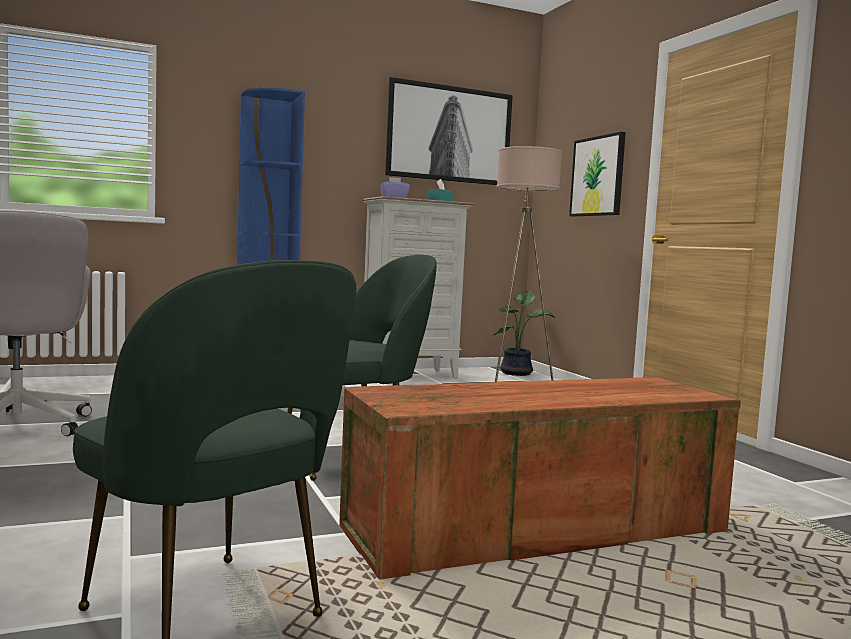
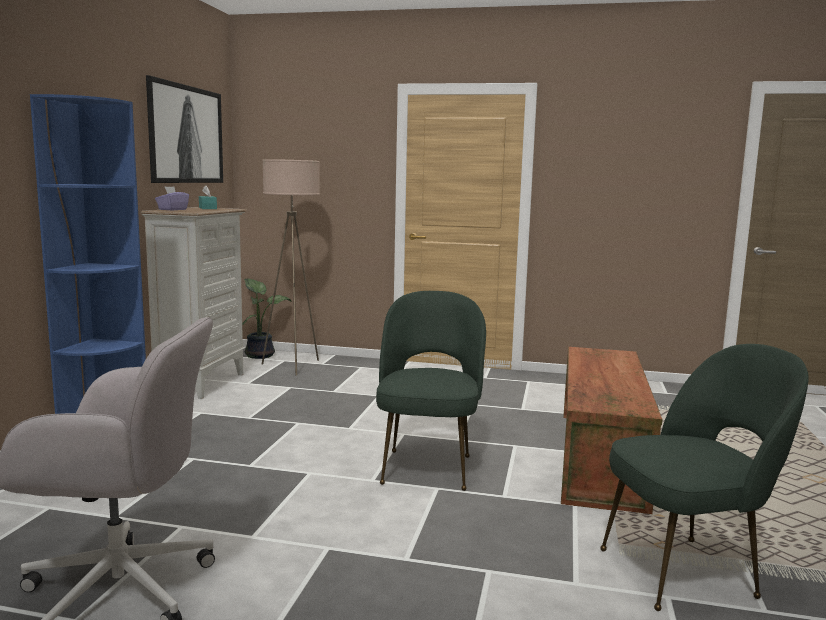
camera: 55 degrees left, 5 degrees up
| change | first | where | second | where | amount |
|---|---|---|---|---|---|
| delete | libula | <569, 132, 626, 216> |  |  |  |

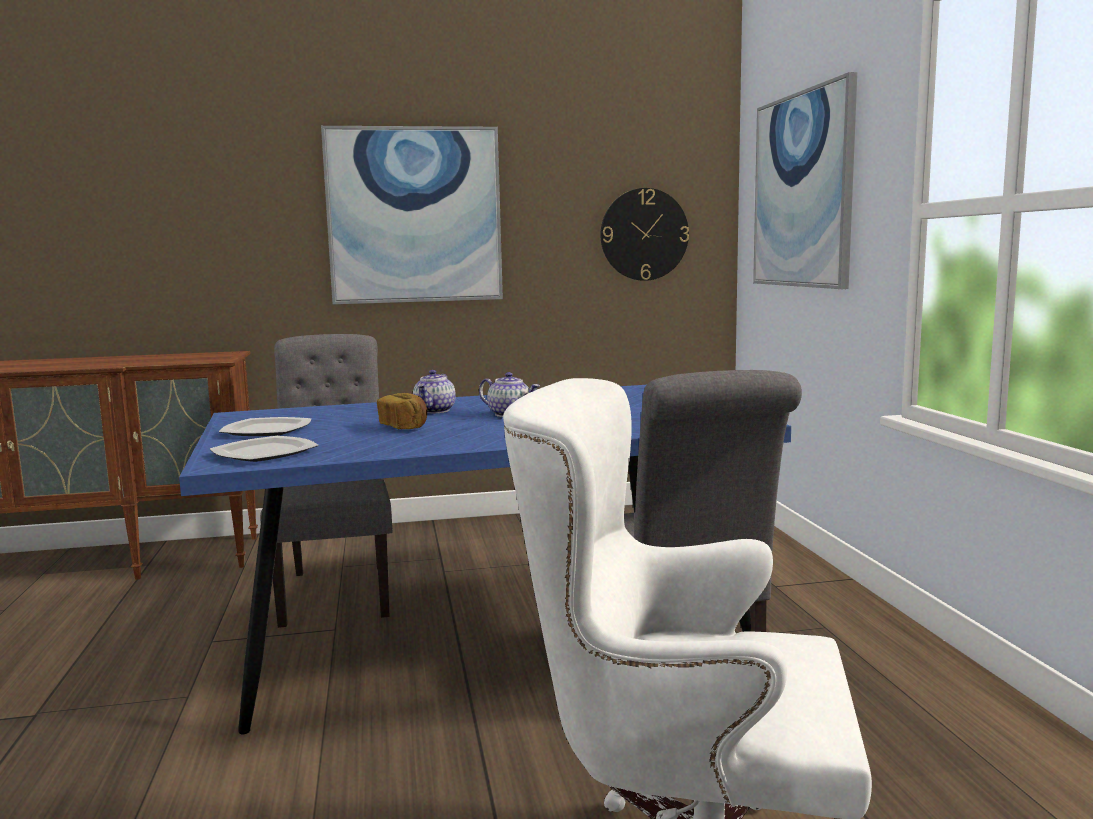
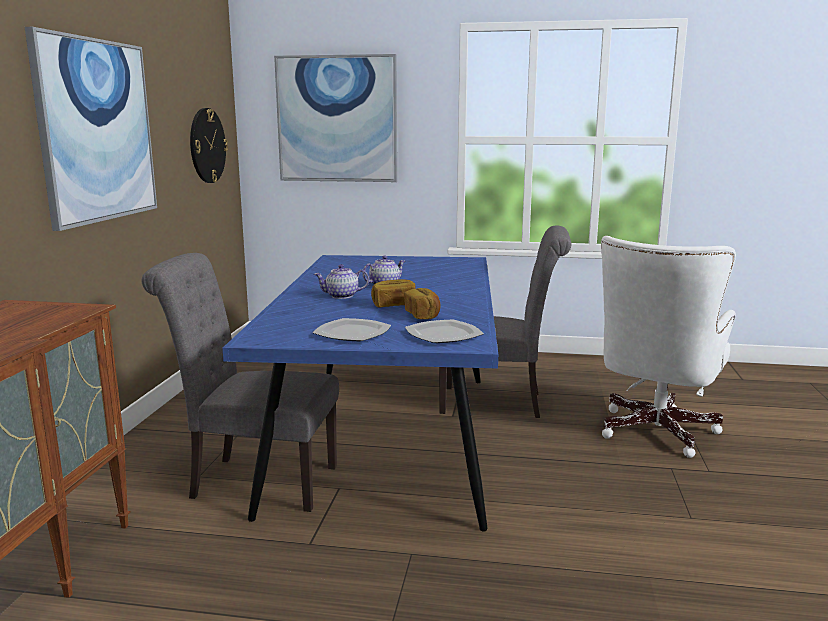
camera: 70 degrees left, 5 degrees up
| change | first | where | second | where | amount |
|---|---|---|---|---|---|
| rotate | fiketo | <413, 370, 456, 413> |  | <314, 264, 369, 299> | 135 degrees clockwise |
| insert |  |  | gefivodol | <404, 288, 440, 319> |  |

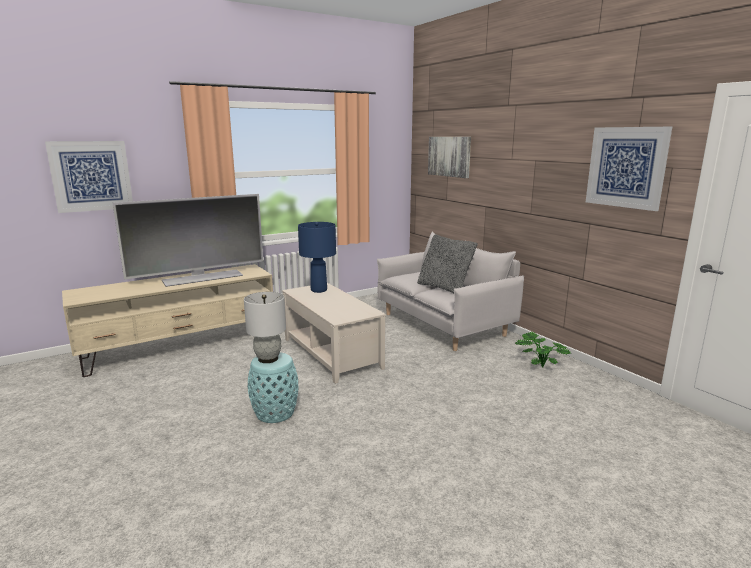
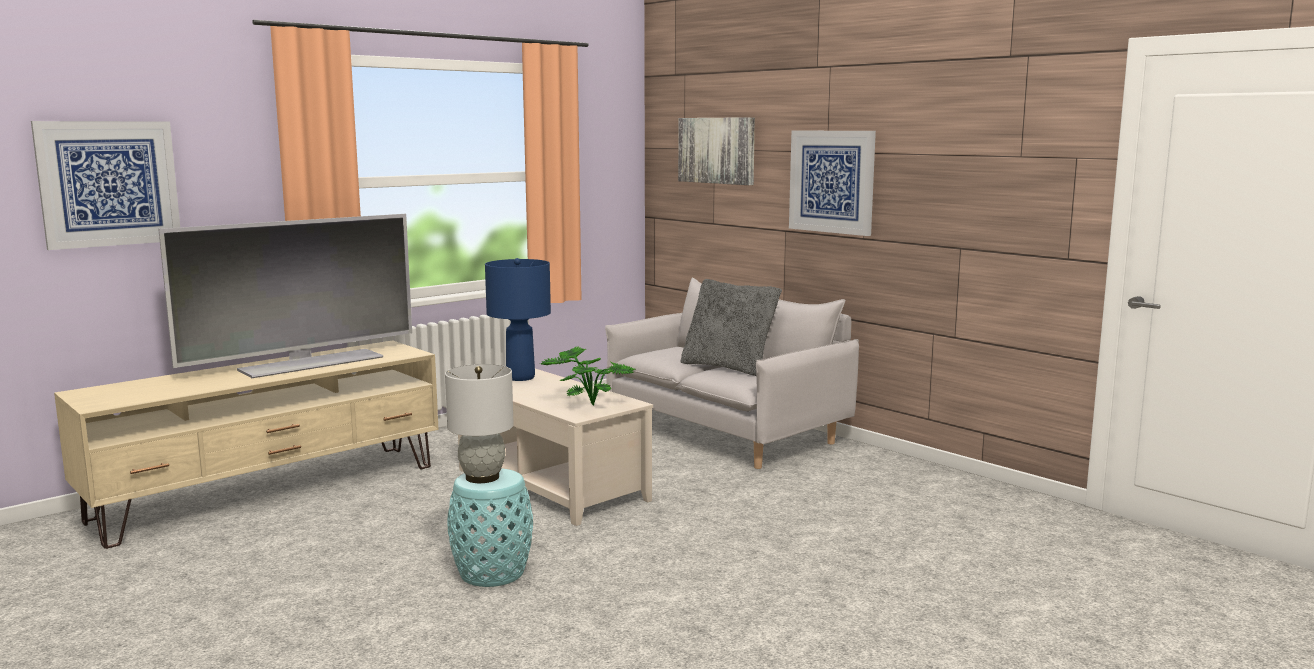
camera: 10 degrees left, 5 degrees down
| change | first | where | second | where | amount |
|---|---|---|---|---|---|
| move | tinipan | <515, 332, 571, 367> |  | <540, 346, 636, 406> |  |
| move | libula | <586, 127, 672, 211> |  | <789, 131, 876, 236> |  |

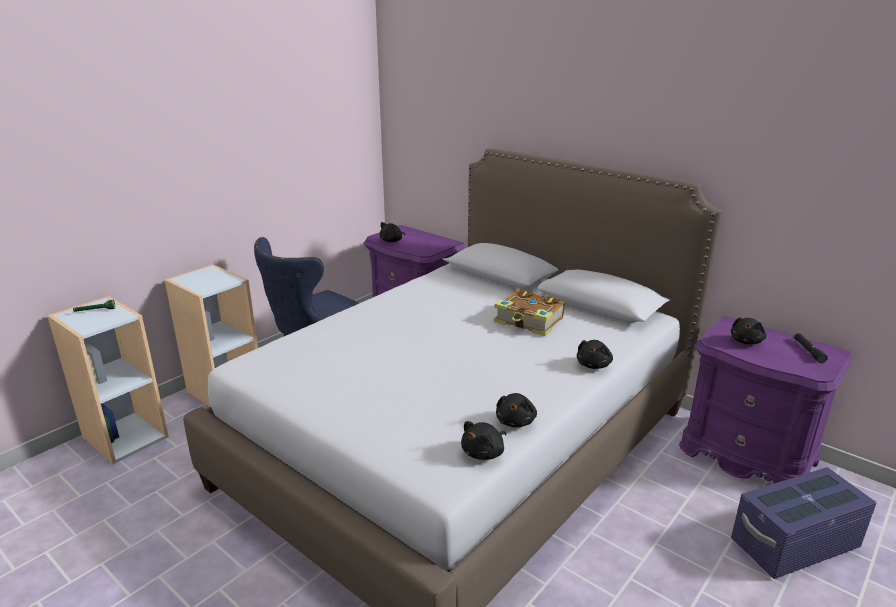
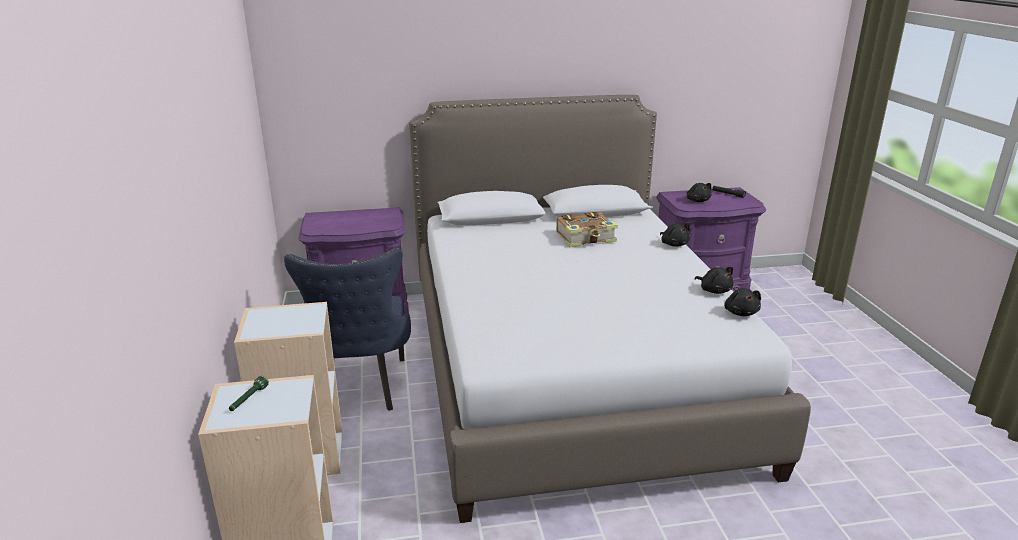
camera: 50 degrees left, 0 degrees up
| change | first | where | second | where | amount |
|---|---|---|---|---|---|
| delete | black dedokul | <380, 222, 405, 242> |  |  |  |
| delete | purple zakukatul | <731, 467, 876, 579> |  |  |  |

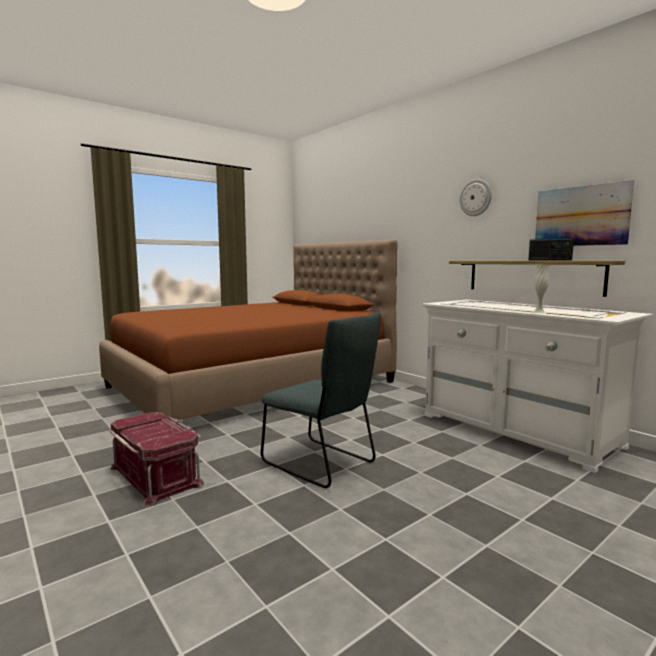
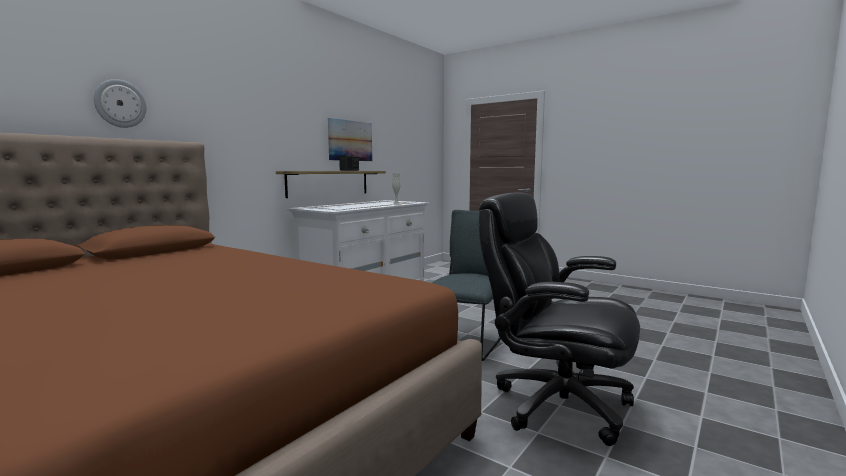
camera: 105 degrees left, 0 degrees up
| change | first | where | second | where | amount |
|---|---|---|---|---|---|
| replace | red zakukatul | <110, 412, 204, 506> | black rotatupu | <479, 193, 640, 446> |  |
| move | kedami | <460, 179, 492, 216> |  | <94, 79, 147, 128> |  |

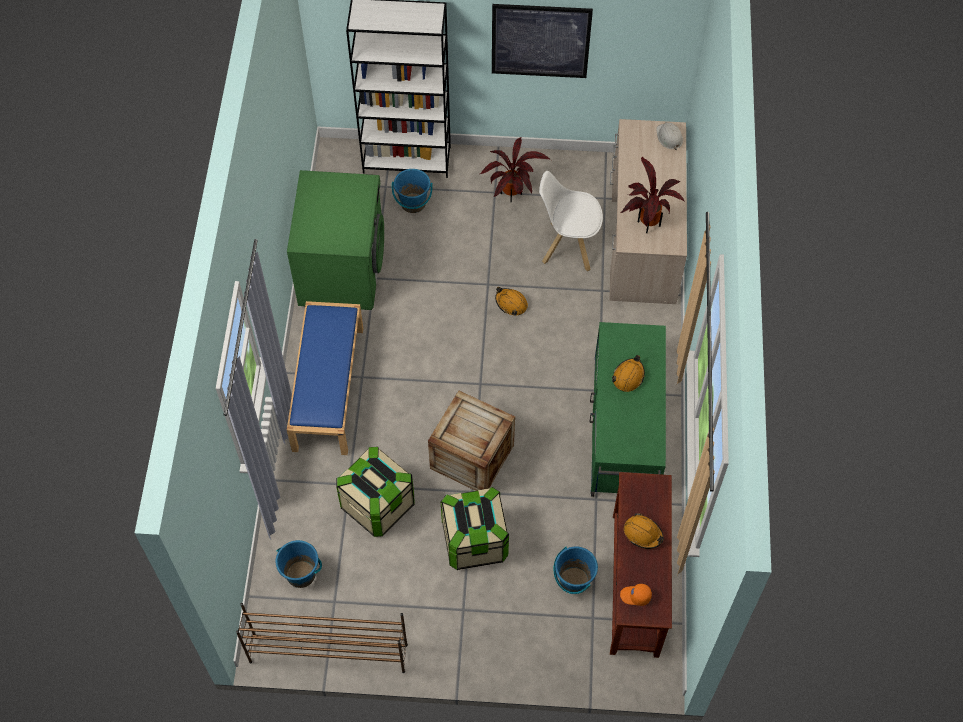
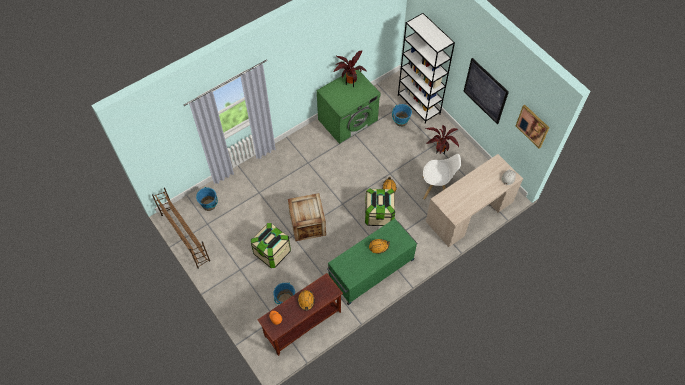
camera: 50 degrees right, 0 degrees up
| change | first | where | second | where | amount |
|---|---|---|---|---|---|
| delete | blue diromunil | <287, 301, 363, 455> |  |  |  |
| move | zakukatul | <336, 447, 415, 537> |  | <365, 188, 395, 226> |  |
| rotate | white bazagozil | <539, 171, 603, 271> |  | <422, 154, 461, 200> | 120 degrees clockwise |
| move | tinipan | <620, 157, 685, 233> |  | <333, 50, 367, 87> |  |
| insert |  |  | libula | <516, 105, 549, 148> |  |

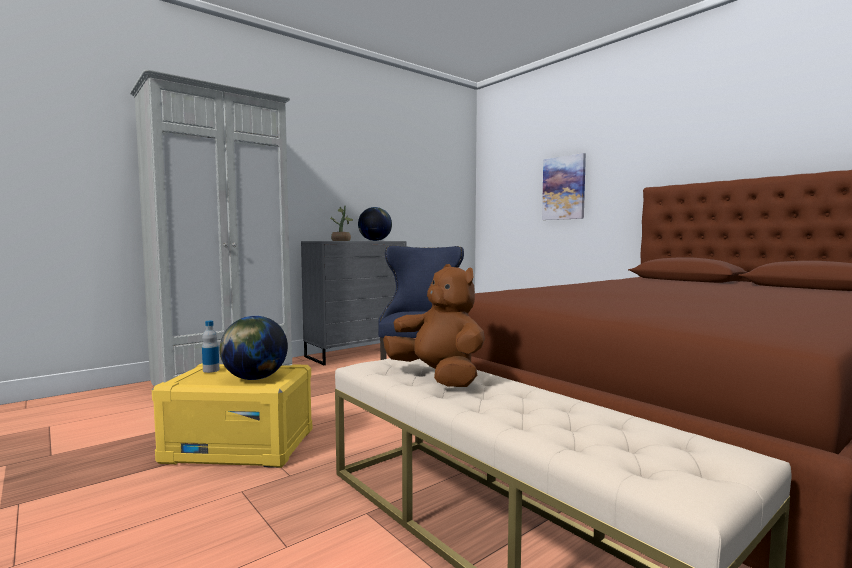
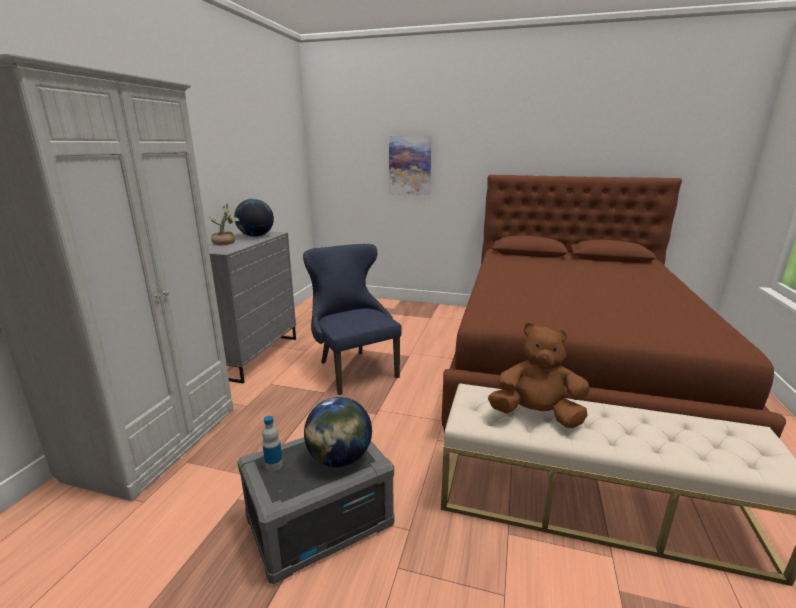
camera: 35 degrees left, 15 degrees up
| change | first | where | second | where | amount |
|---|---|---|---|---|---|
| recolor | yellow zakukatul | <152, 363, 312, 468> | grey zakukatul | <237, 437, 395, 584> |  |

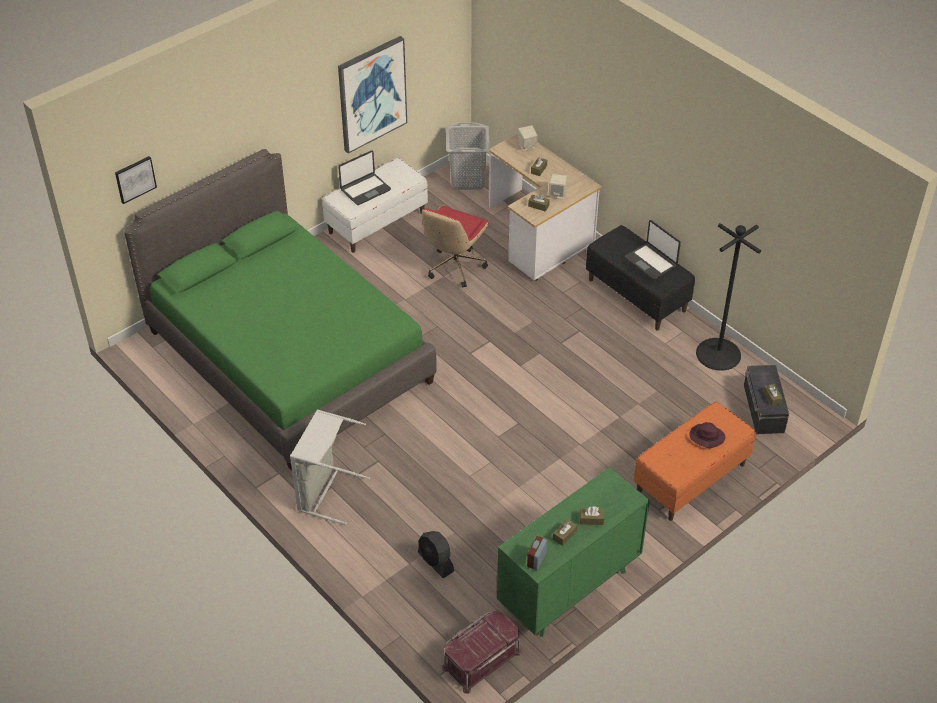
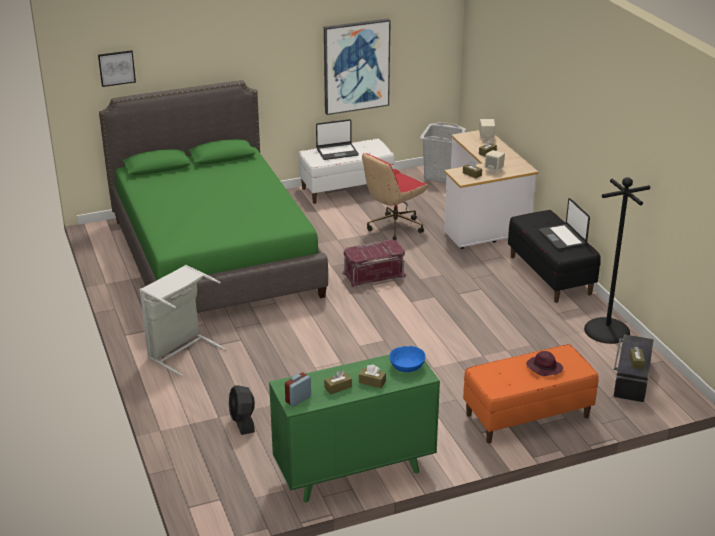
camera: 20 degrees right, 15 degrees down
| change | first | where | second | where | amount |
|---|---|---|---|---|---|
| move | red zakukatul | <442, 611, 522, 694> |  | <342, 240, 406, 287> |  |
| insert |  |  | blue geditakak | <389, 346, 426, 372> |  |

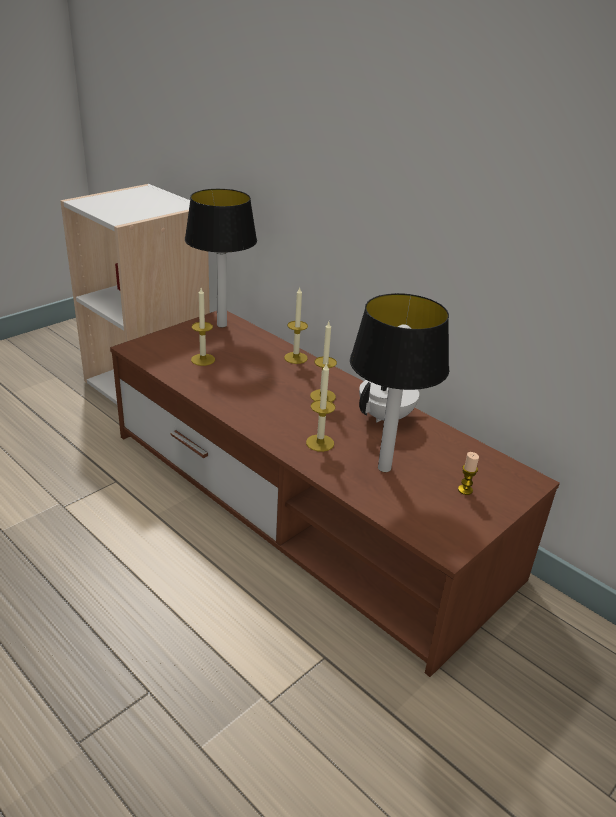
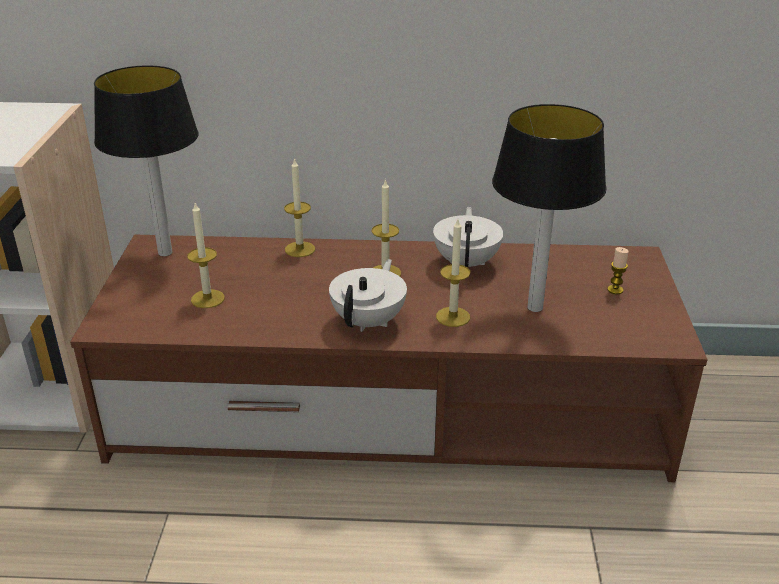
camera: 40 degrees left, 0 degrees up
| change | first | where | second | where | amount |
|---|---|---|---|---|---|
| insert |  |  | white fiketo | <329, 259, 407, 332> |  |

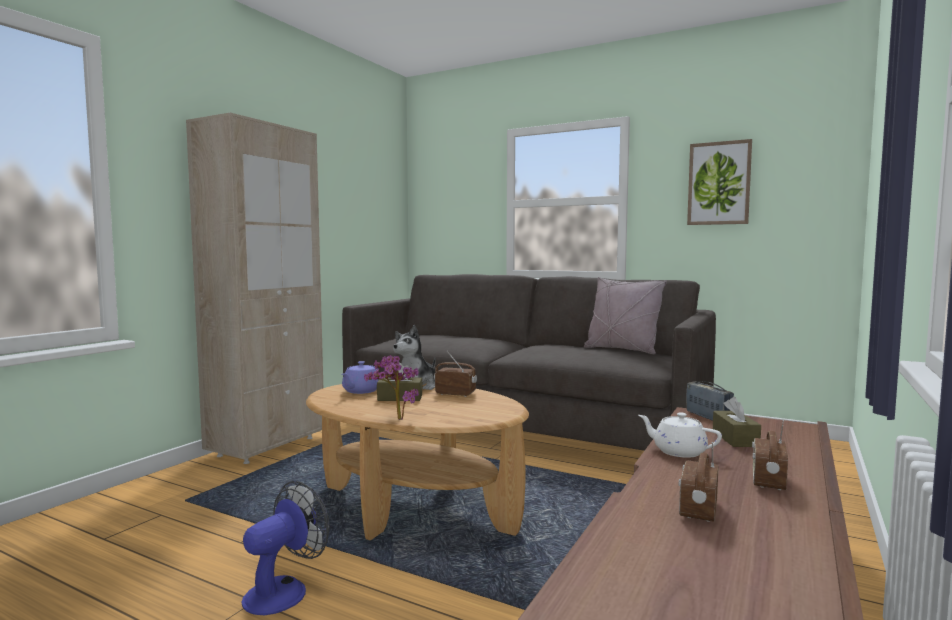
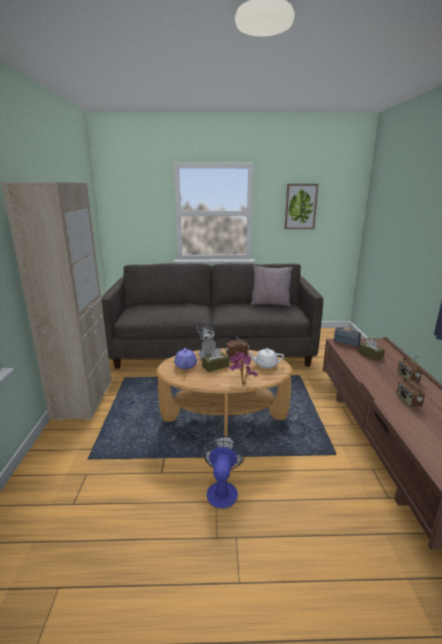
camera: 30 degrees left, 15 degrees up
| change | first | where | second | where | amount |
|---|---|---|---|---|---|
| move | white fiketo | <638, 412, 722, 458> |  | <248, 348, 284, 369> |  |

